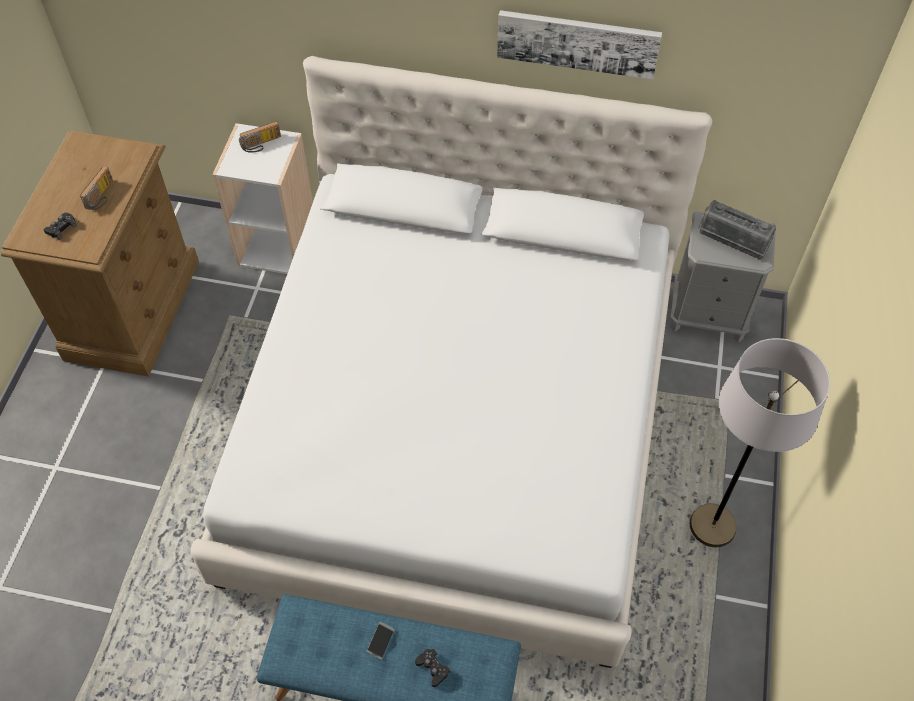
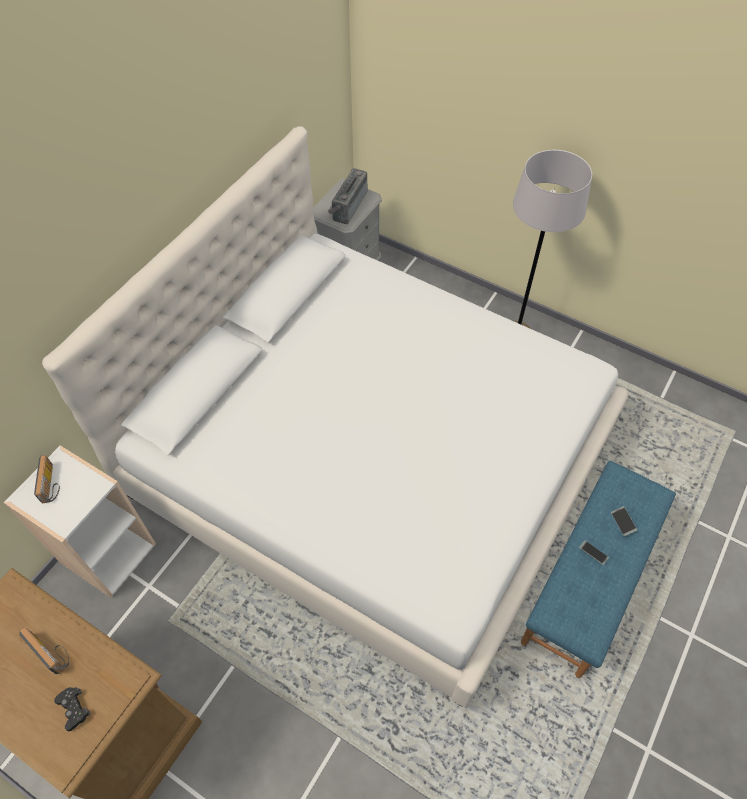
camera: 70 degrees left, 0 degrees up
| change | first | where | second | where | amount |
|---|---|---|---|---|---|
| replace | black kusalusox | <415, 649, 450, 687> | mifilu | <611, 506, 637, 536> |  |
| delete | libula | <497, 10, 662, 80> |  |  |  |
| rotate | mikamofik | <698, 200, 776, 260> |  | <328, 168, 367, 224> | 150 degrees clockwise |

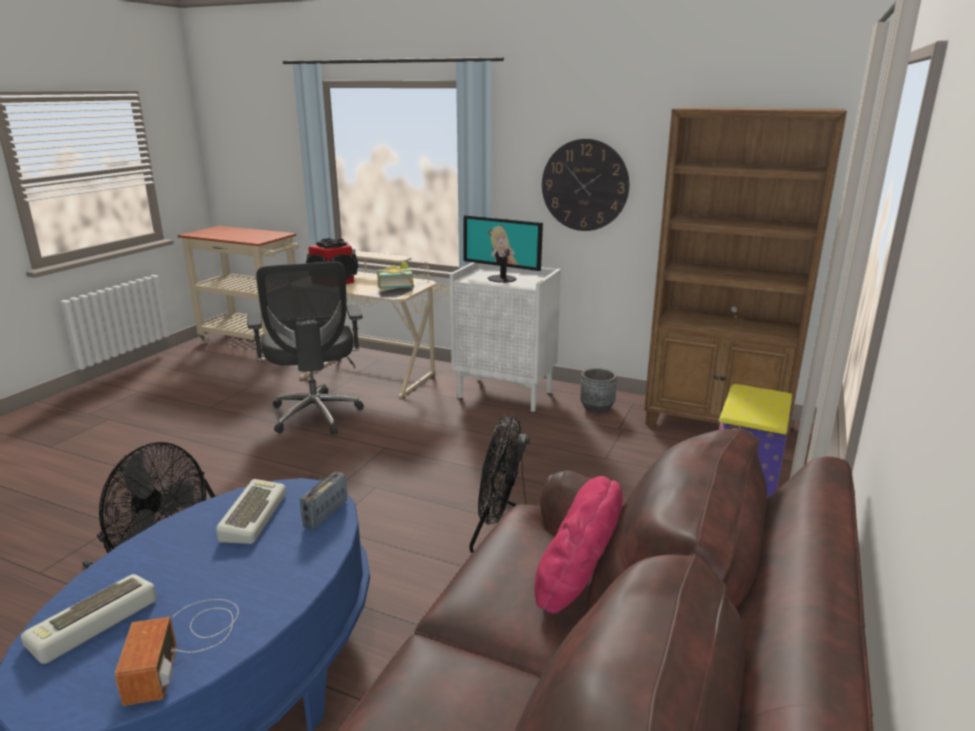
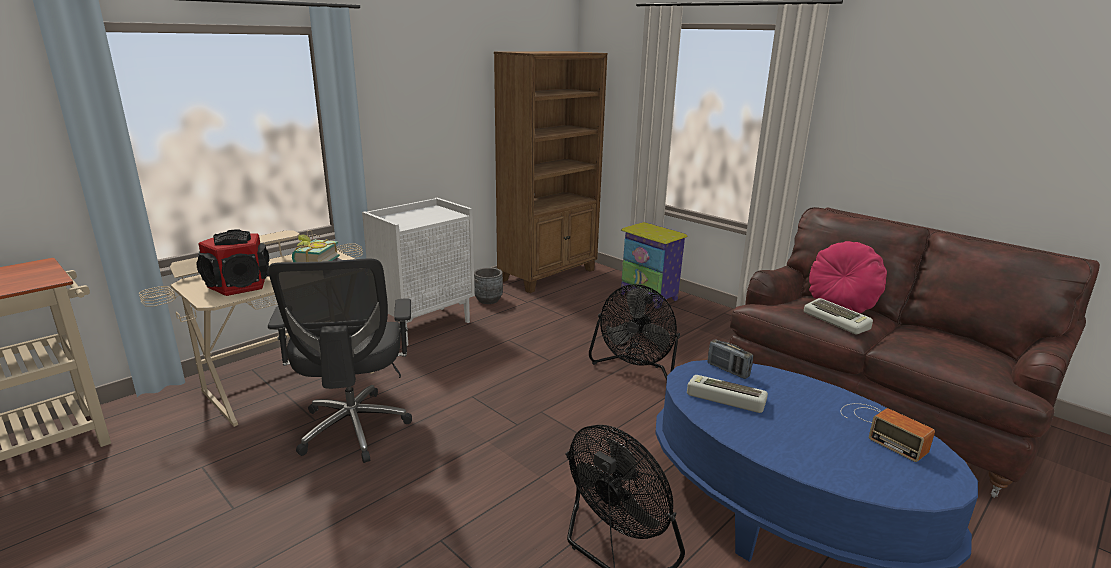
camera: 70 degrees left, 0 degrees up
| change | first | where | second | where | amount |
|---|---|---|---|---|---|
| move | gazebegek | <21, 574, 157, 664> |  | <804, 298, 873, 334> |  |
| rotate | mikamofik | <115, 599, 239, 706> |  | <841, 403, 935, 462> | 45 degrees clockwise |
| rotate | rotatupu | <247, 262, 364, 435> |  | <268, 259, 412, 463> | 75 degrees clockwise |
| delete | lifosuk | <463, 215, 543, 283> |  |  |  |
| delete | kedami | <542, 139, 629, 231> |  |  |  |

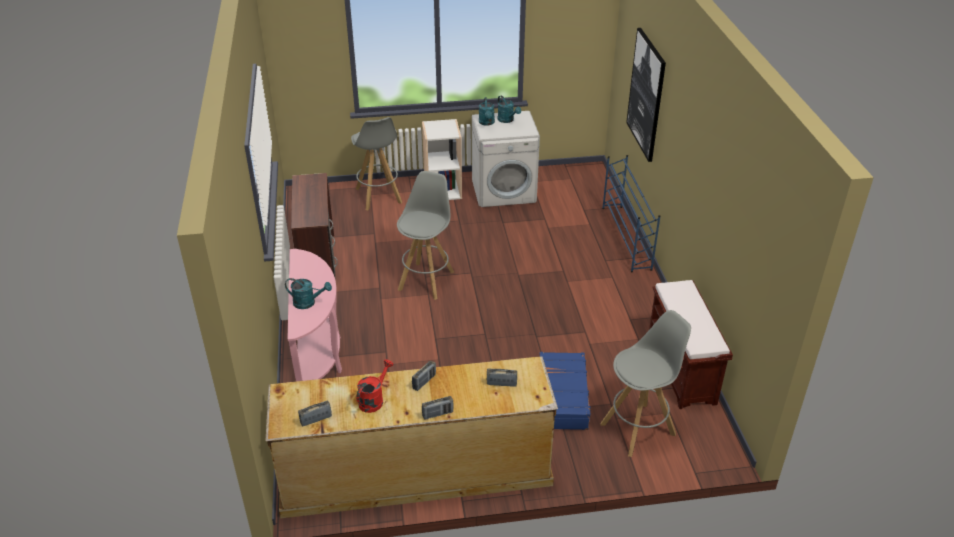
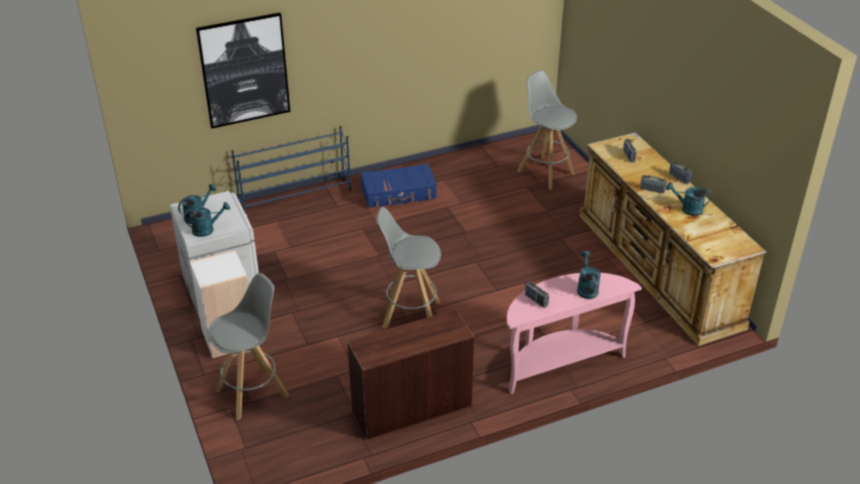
camera: 105 degrees left, 0 degrees up
| change | first | where | second | where | amount |
|---|---|---|---|---|---|
| move | mikamofik | <298, 400, 332, 426> |  | <525, 281, 549, 308> |  |
| recolor | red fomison | <356, 359, 393, 413> | turquoise fomison | <666, 182, 712, 216> |  |
| move | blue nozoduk | <539, 352, 590, 430> |  | <360, 163, 437, 208> |  |
| delete | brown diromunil | <649, 280, 733, 409> |  |  |  |

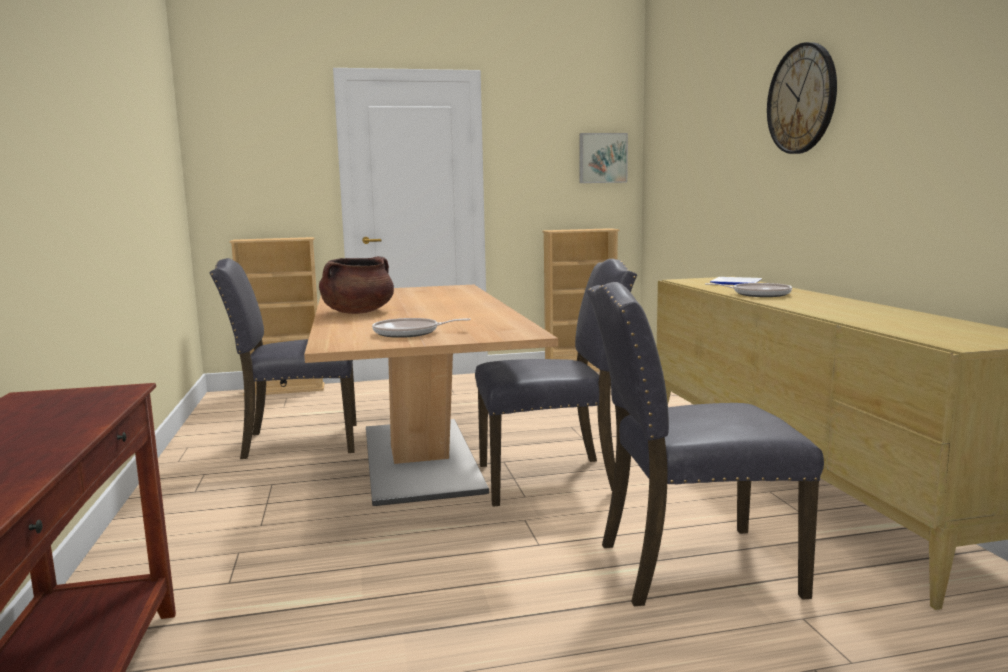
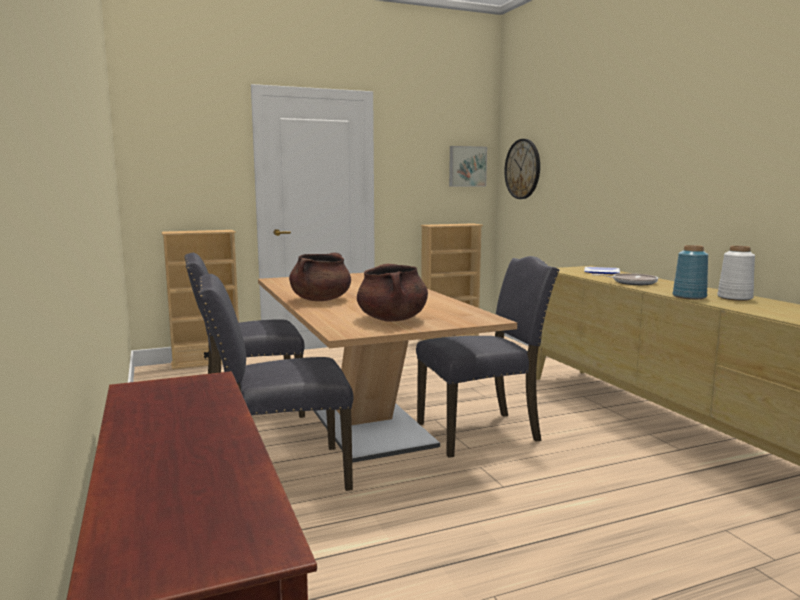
camera: 10 degrees left, 0 degrees up
| change | first | where | second | where | amount |
|---|---|---|---|---|---|
| replace | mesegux | <372, 318, 471, 338> | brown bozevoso | <357, 264, 428, 322> |  |
| move | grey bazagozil | <587, 282, 824, 606> |  | <198, 274, 354, 491> |  |
| move | kedami | <767, 42, 837, 154> |  | <504, 139, 540, 199> |  |
| insert |  |  | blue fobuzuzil | <673, 245, 708, 300> |  |
| insert |  |  | white fobuzuzil | <717, 246, 755, 301> |  |

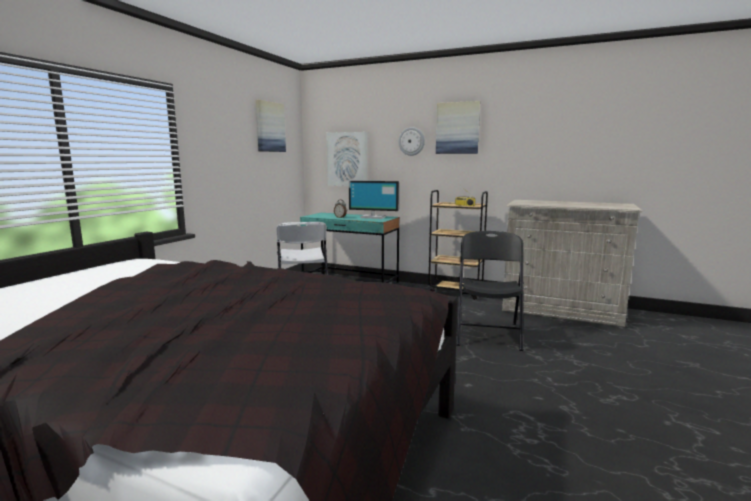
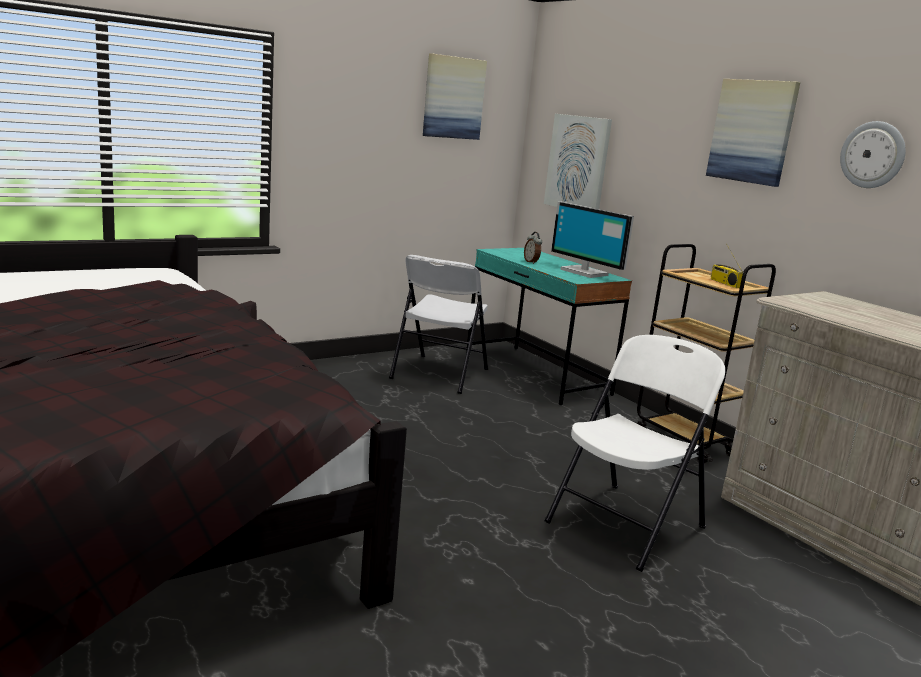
camera: 30 degrees right, 5 degrees up
| change | first | where | second | where | amount |
|---|---|---|---|---|---|
| move | kedami | <398, 127, 425, 156> |  | <840, 121, 906, 188> |  |
| recolor | black bazagozil | <456, 231, 524, 351> | white bazagozil | <544, 335, 725, 572> |  |

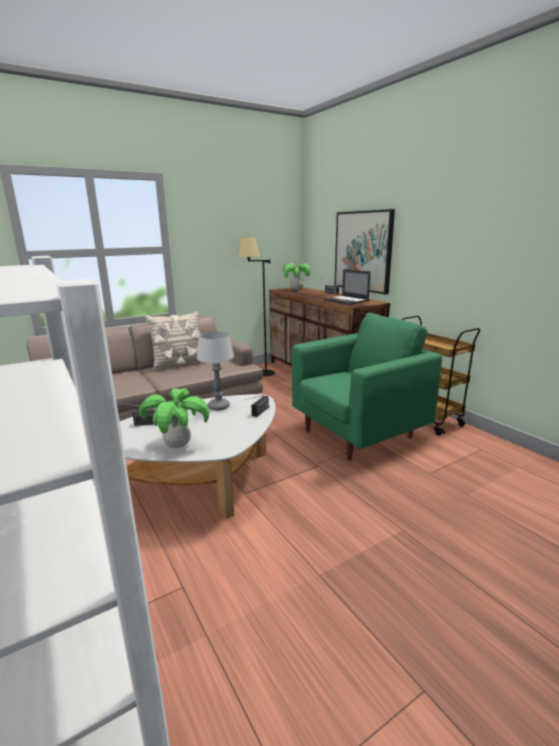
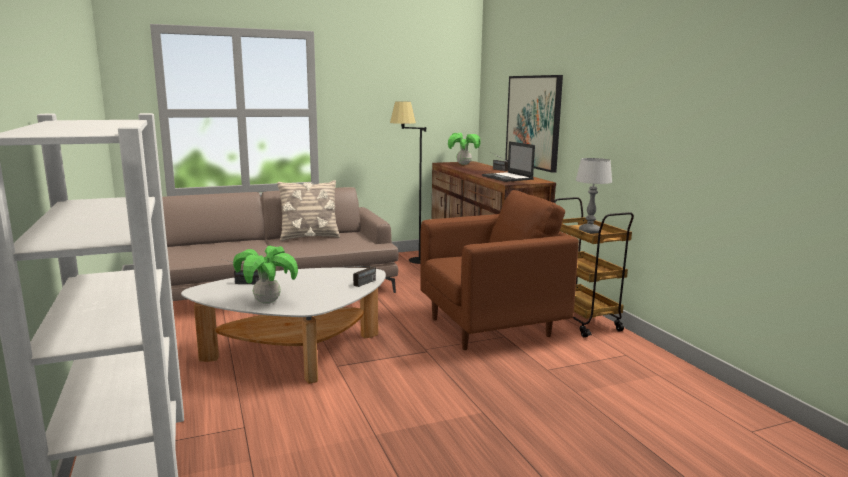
camera: 10 degrees right, 5 degrees down
| change | first | where | second | where | amount |
|---|---|---|---|---|---|
| move | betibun | <197, 332, 234, 410> |  | <576, 158, 612, 234> |  |
| recolor | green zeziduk | <292, 313, 442, 461> | brown zeziduk | <420, 190, 579, 350> |  |

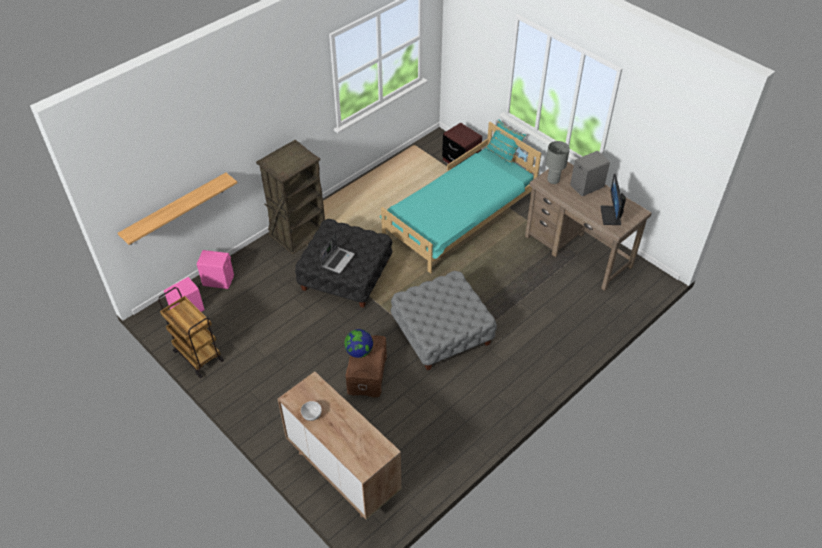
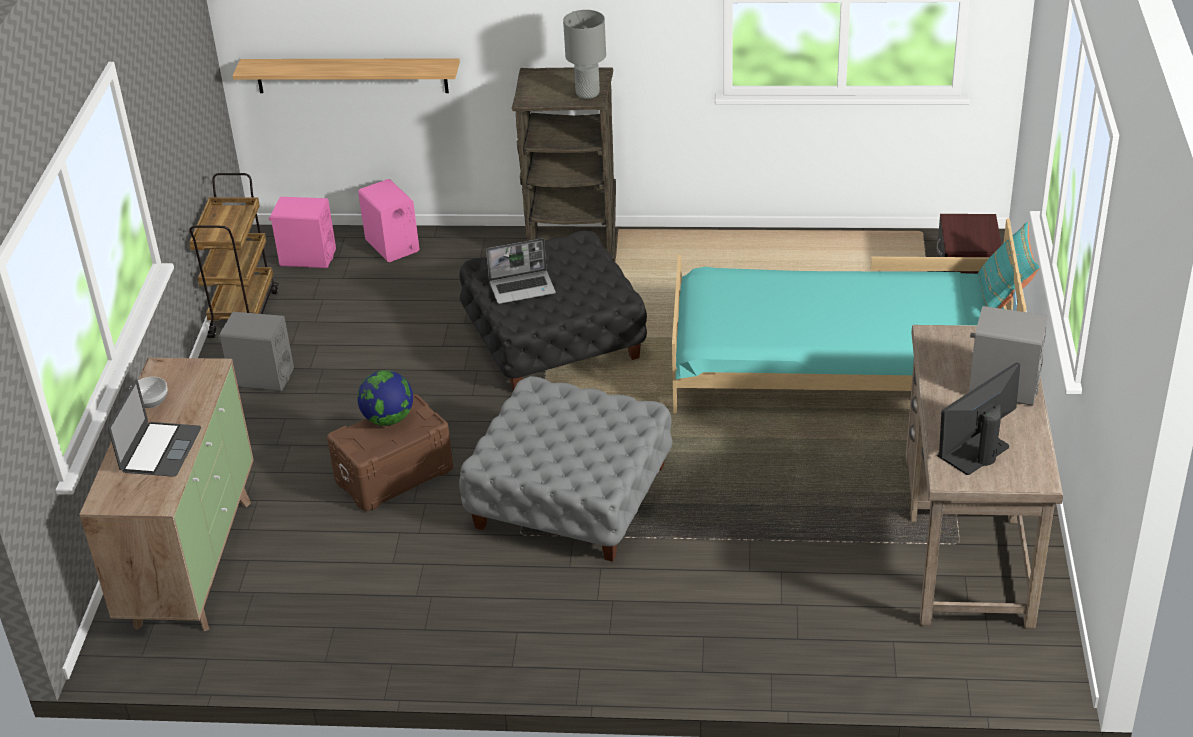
camera: 50 degrees right, 10 degrees down
| change | first | where | second | where | amount |
|---|---|---|---|---|---|
| move | grey betibun | <546, 141, 570, 184> |  | <563, 10, 606, 99> |  |
| insert |  |  | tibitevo | <108, 379, 201, 477> |  |
| insert |  |  | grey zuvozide | <218, 312, 294, 391> |  |

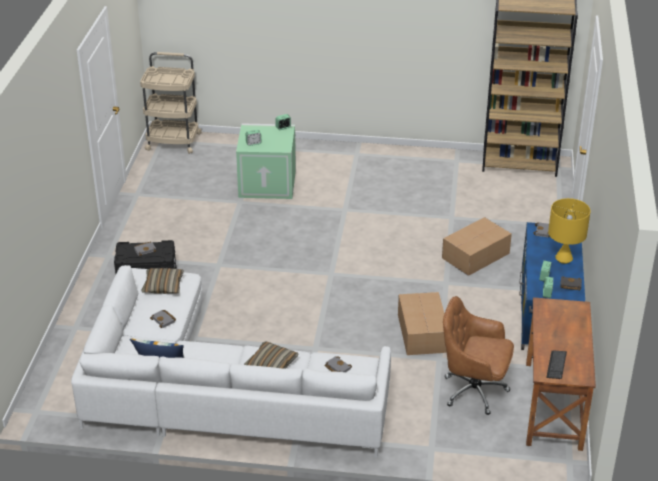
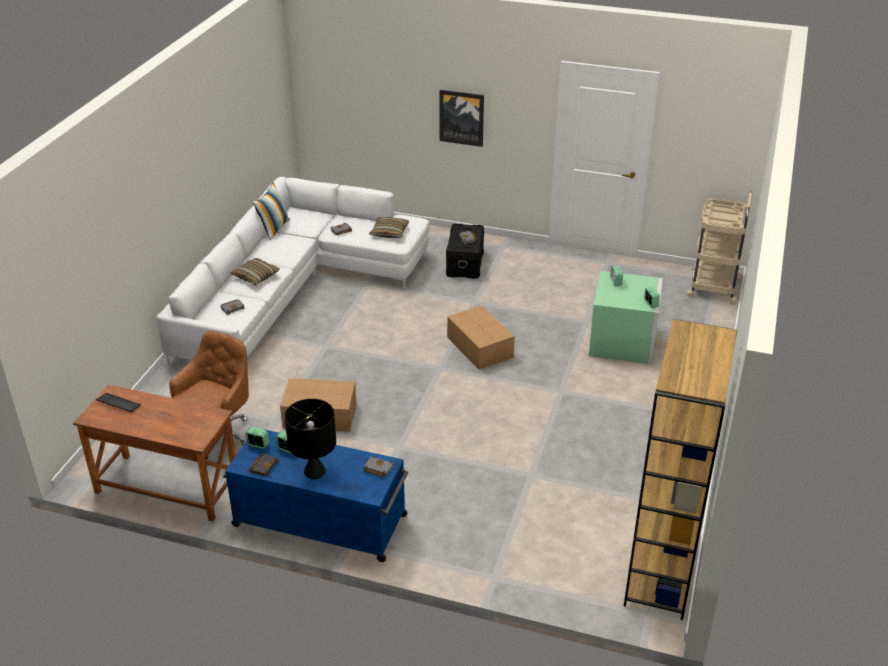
camera: 100 degrees right, 0 degrees up
| change | first | where | second | where | amount |
|---|---|---|---|---|---|
| move | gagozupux | <442, 217, 512, 276> |  | <447, 305, 515, 370> |  |
| recolor | yellow betibun | <548, 198, 591, 264> | black betibun | <284, 399, 336, 479> |  |
| insert |  |  | libula | <439, 90, 484, 147> |  |

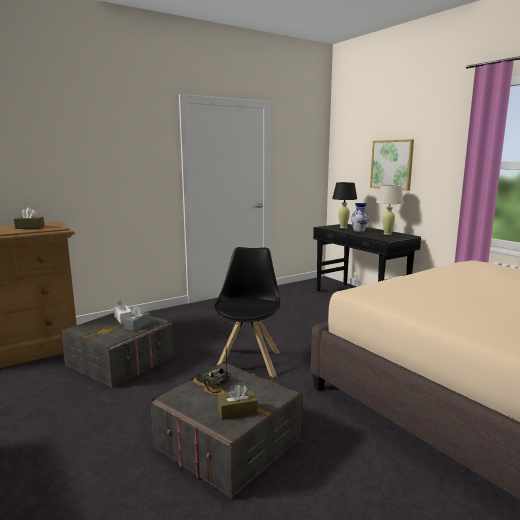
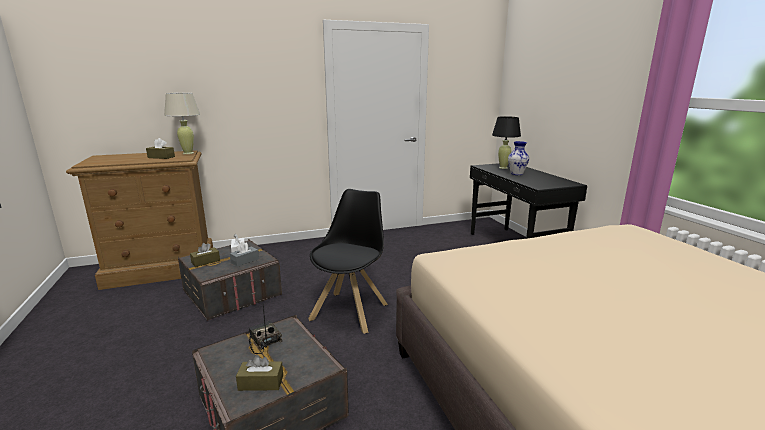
camera: 15 degrees right, 5 degrees up
| change | first | where | second | where | amount |
|---|---|---|---|---|---|
| delete | libula | <370, 139, 414, 191> |  |  |  |
| move | beige betibun | <376, 185, 404, 235> |  | <164, 93, 200, 154> |  |
| insert |  |  | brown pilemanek | <190, 243, 220, 267> |  |

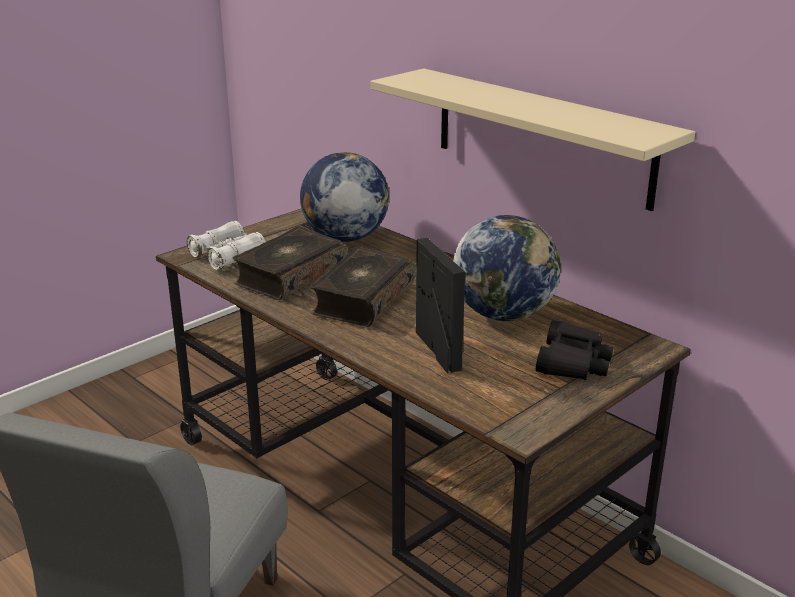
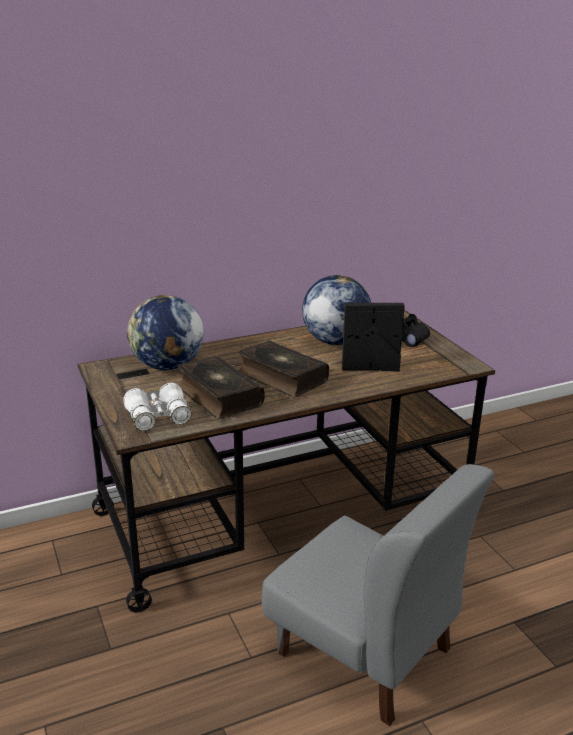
camera: 70 degrees left, 0 degrees up
| change | first | where | second | where | amount |
|---|---|---|---|---|---|
| delete | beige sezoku | <371, 68, 695, 211> |  |  |  |

